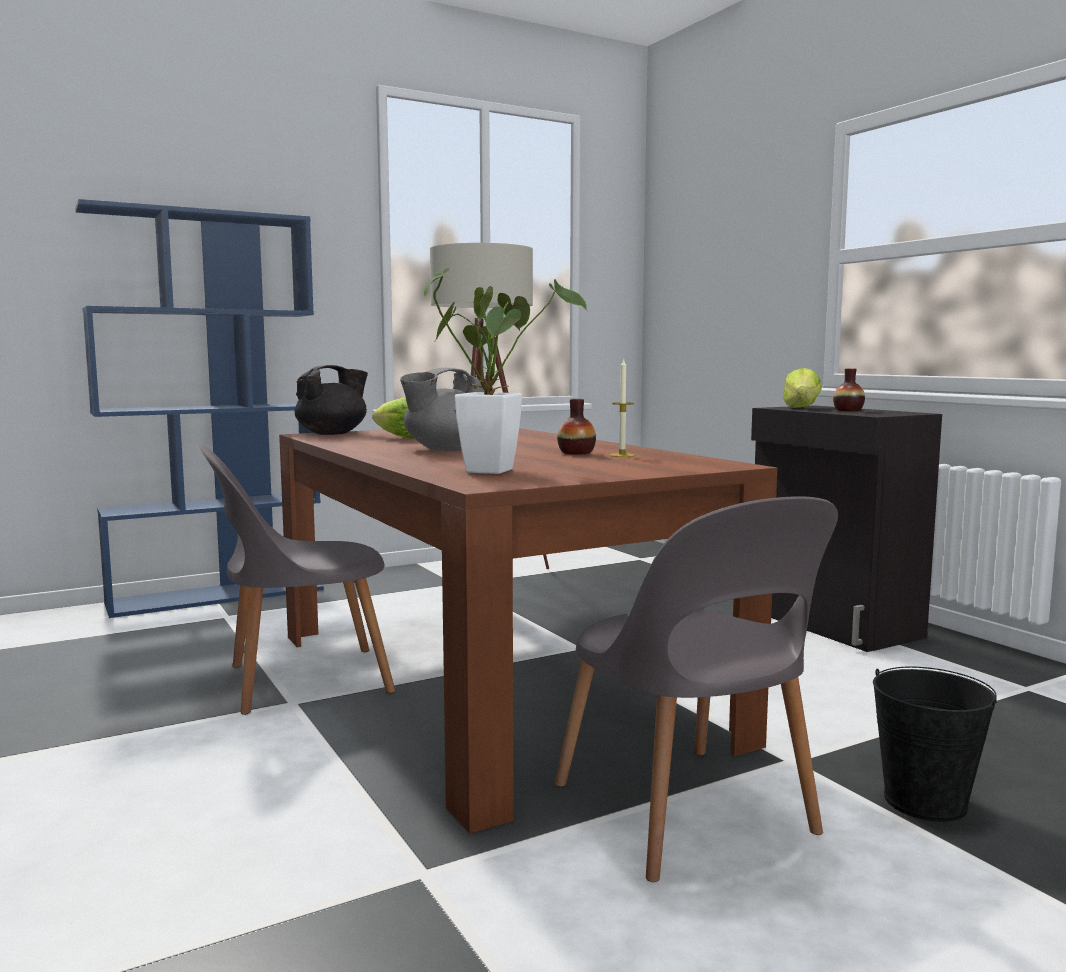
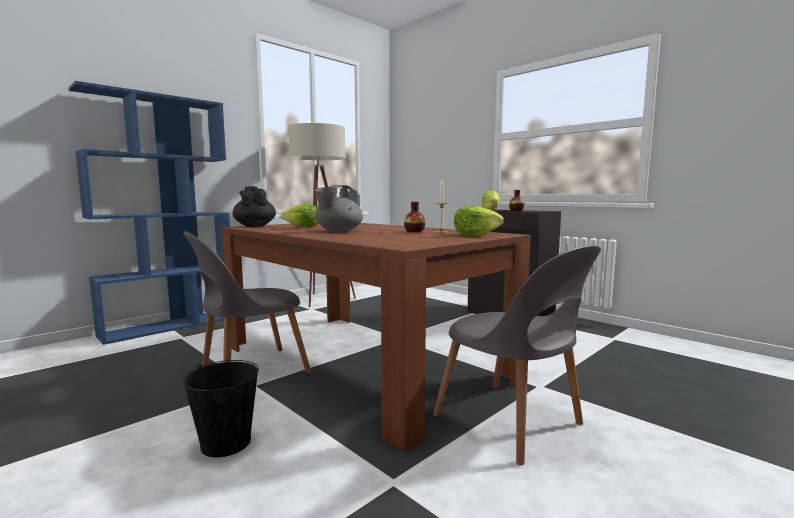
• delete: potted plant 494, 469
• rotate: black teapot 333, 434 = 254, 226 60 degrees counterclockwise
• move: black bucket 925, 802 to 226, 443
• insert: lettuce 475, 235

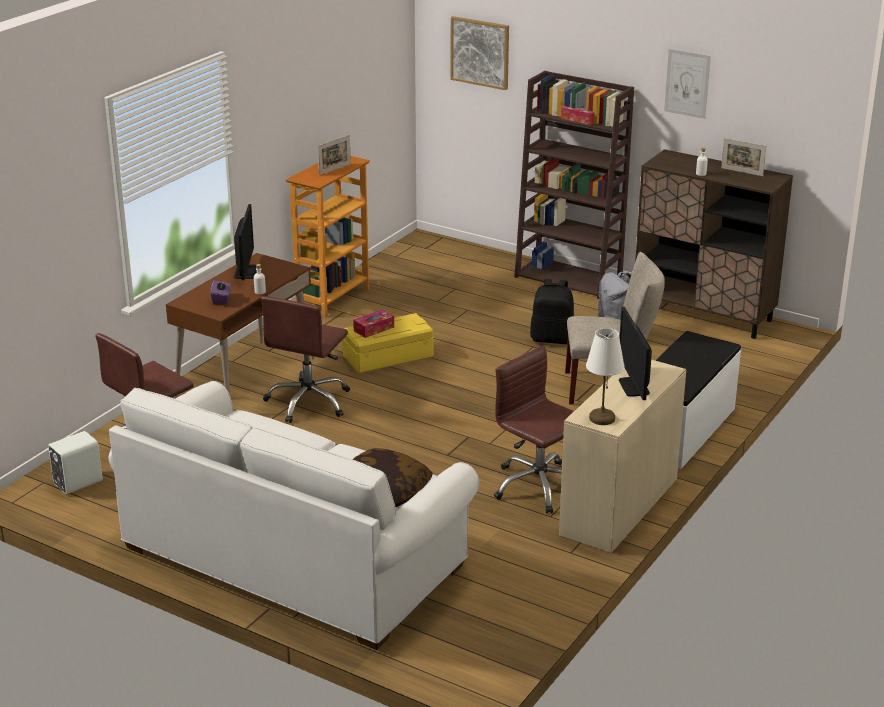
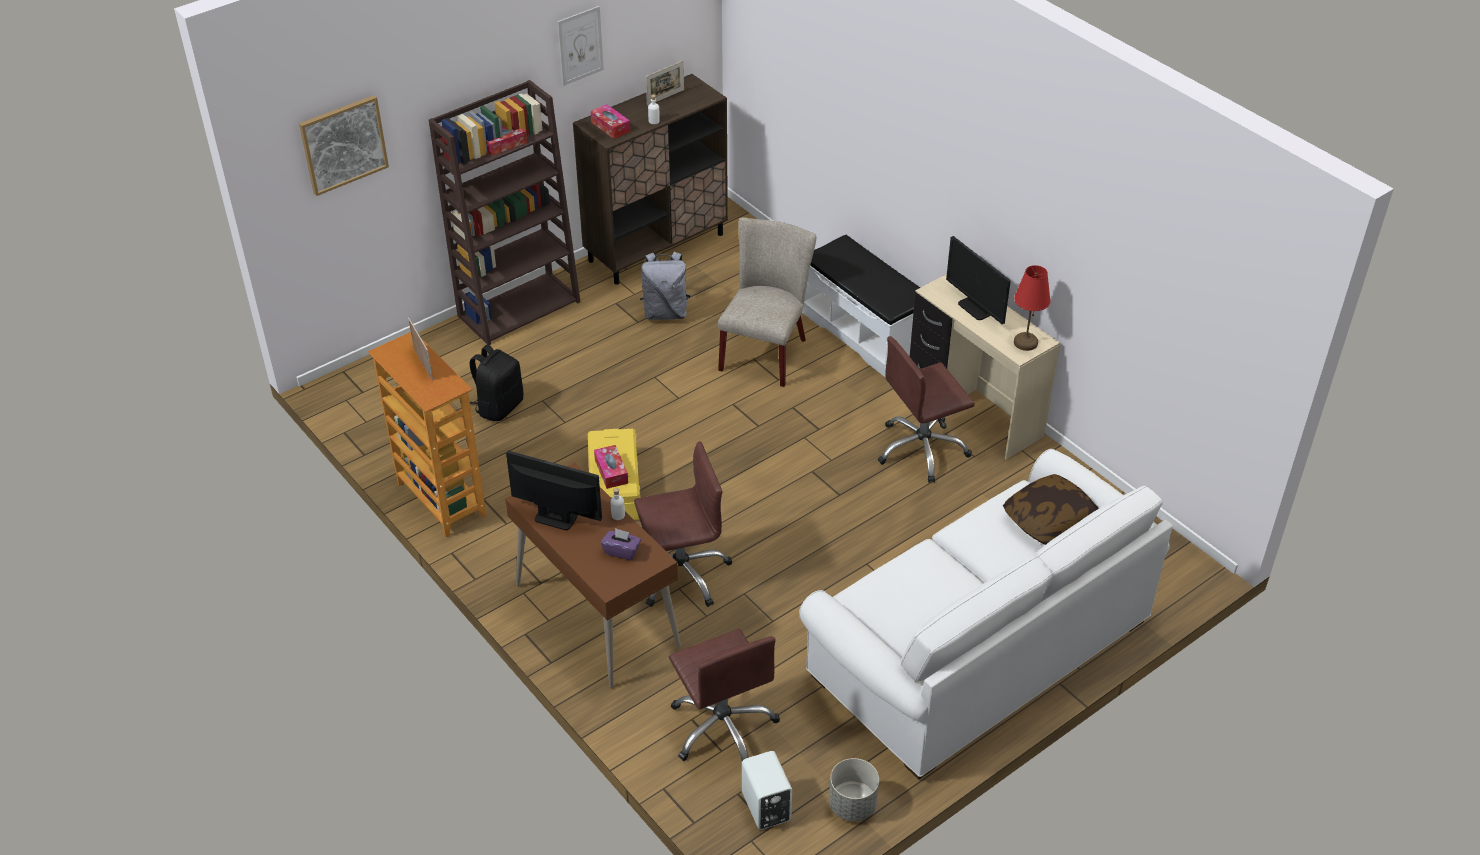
• move: black rucksack 552, 339 to 499, 406
• rotate: brown-coloured desk chair 309, 402 = 681, 573 60 degrees counterclockwise
• rotate: computer display 634, 387 = 976, 308 45 degrees clockwise
• recolor: white-coloured lamp for a table 601, 418 to red lamp for a table 1025, 343
• insert: tissue holder 610, 127
• insert: greyish planter 852, 805

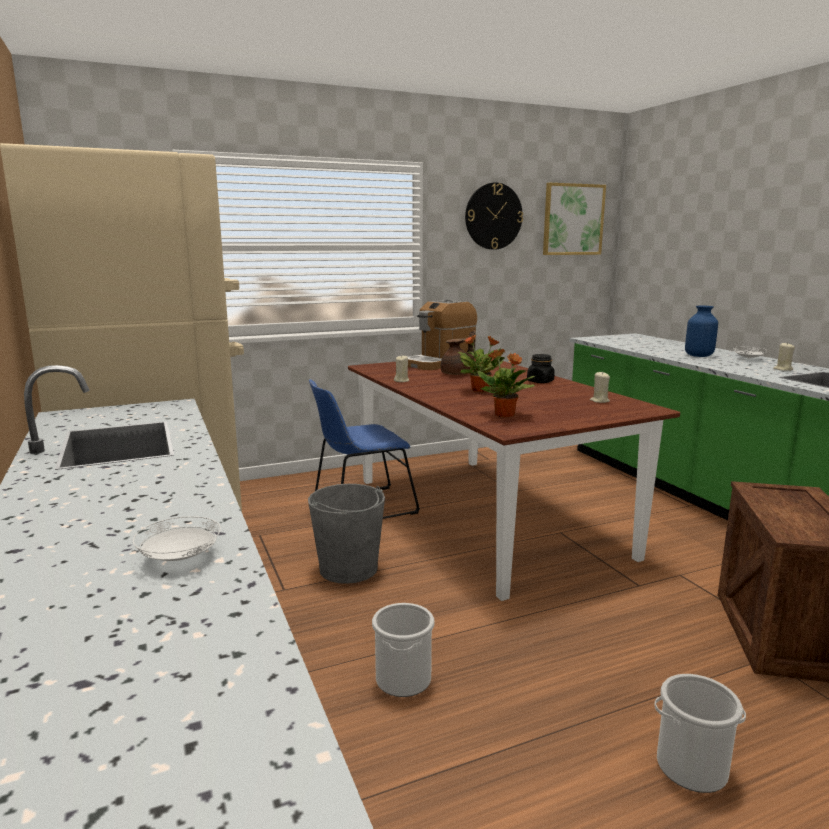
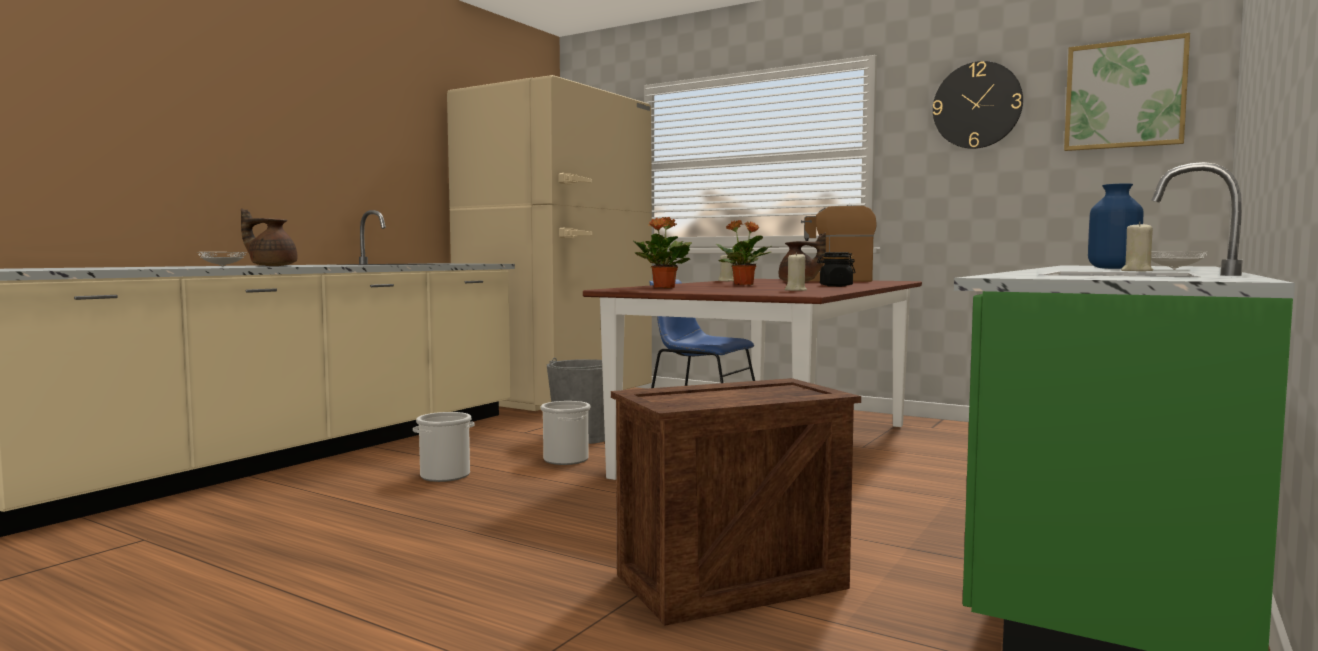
• move: bucket 692, 767 to 566, 459
• insert: brown-coloured teapot 272, 266

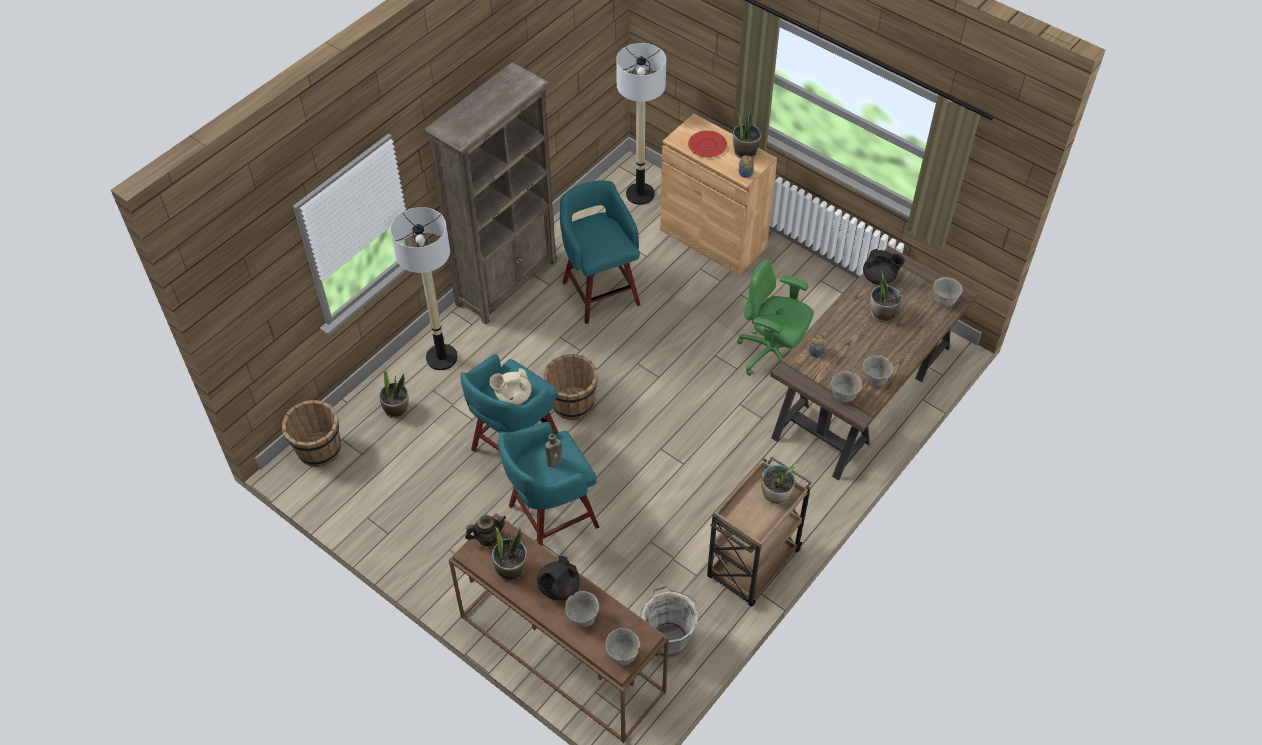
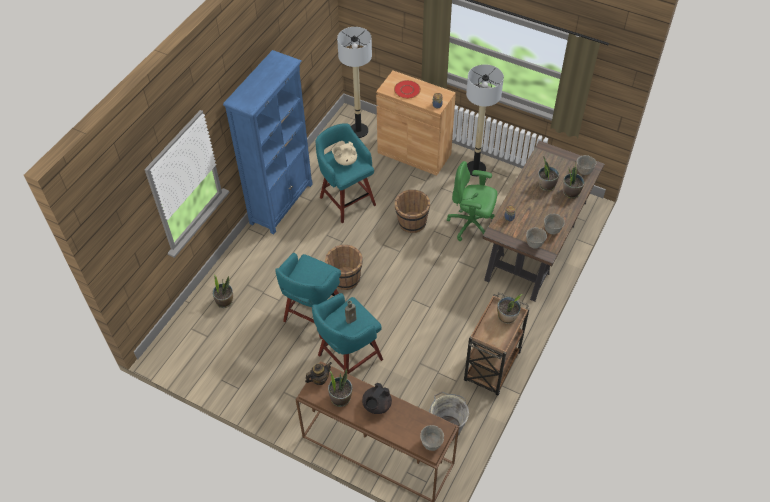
• recolor: brown-coloured bookshelf 507, 282 to blue-coloured bookshelf 282, 203
• move: potted plant 745, 152 to 571, 192
• move: standard lamp 441, 357 to 475, 169
• delete: black teapot 879, 277
• move: beige-coloured teapot 512, 396 to 345, 161
• move: brown-coloured bucket 318, 450 to 411, 222
• delete: greyish serving bowl 582, 617

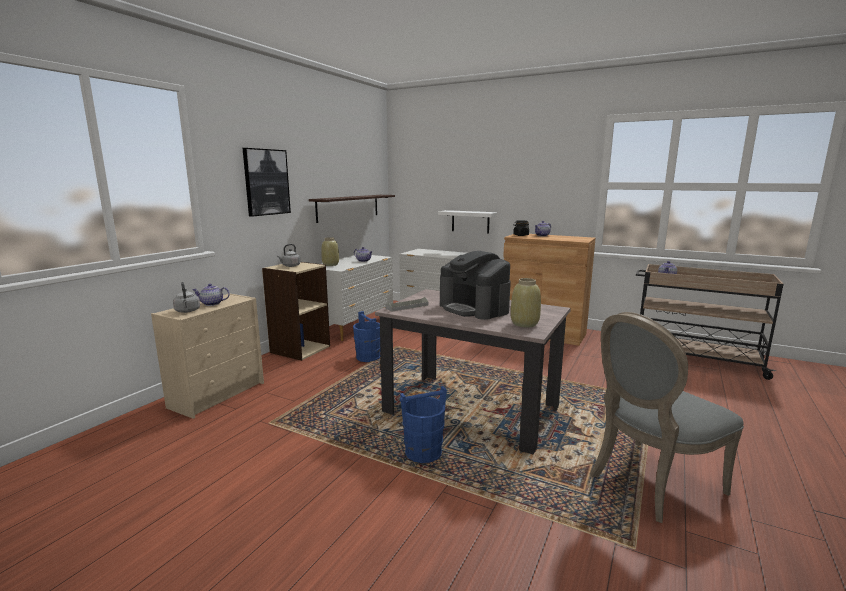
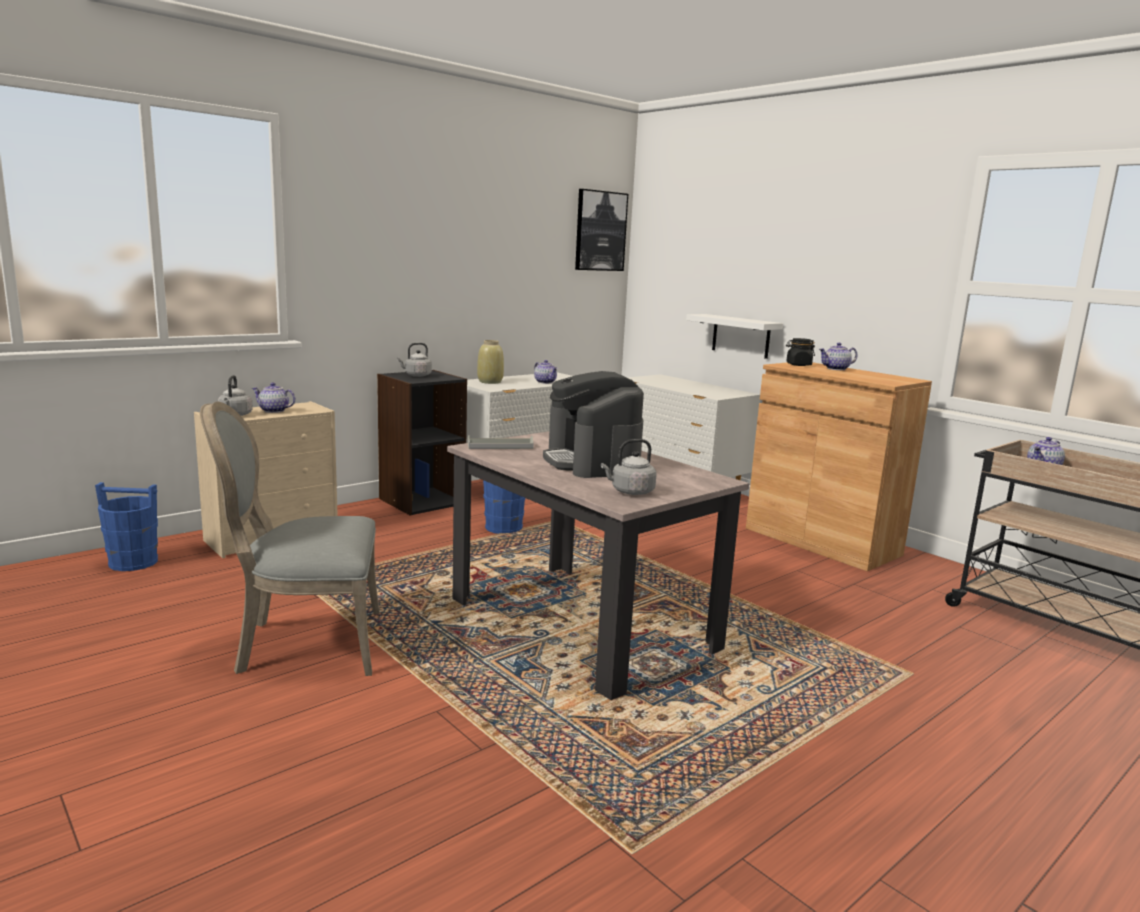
• move: picture 266, 182 to 600, 231
• delete: bracket shelf 348, 207
• recolor: beige-coloured bookshelf 300, 349 to black bookshelf 421, 501
• replace: beige-coloured vase 524, 324 to greyish tea kettle 630, 492
• move: greyish chair 649, 483 to 305, 644
• move: blue-coloured bucket 424, 453 to 134, 562

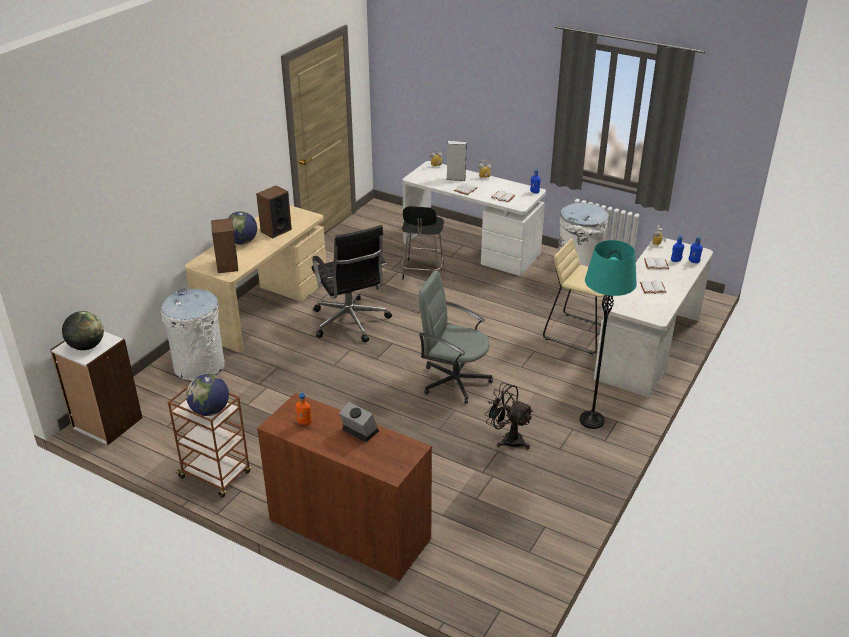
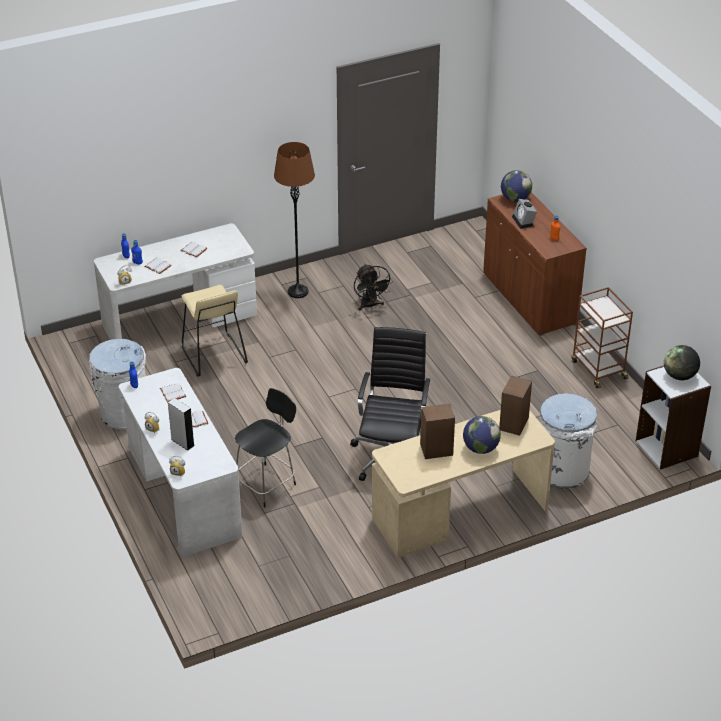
• recolor: blue-green standard lamp 591, 420 to brown-coloured standard lamp 298, 292
• delete: greyish desk chair 454, 380
• move: desk globe 210, 411 to 515, 199

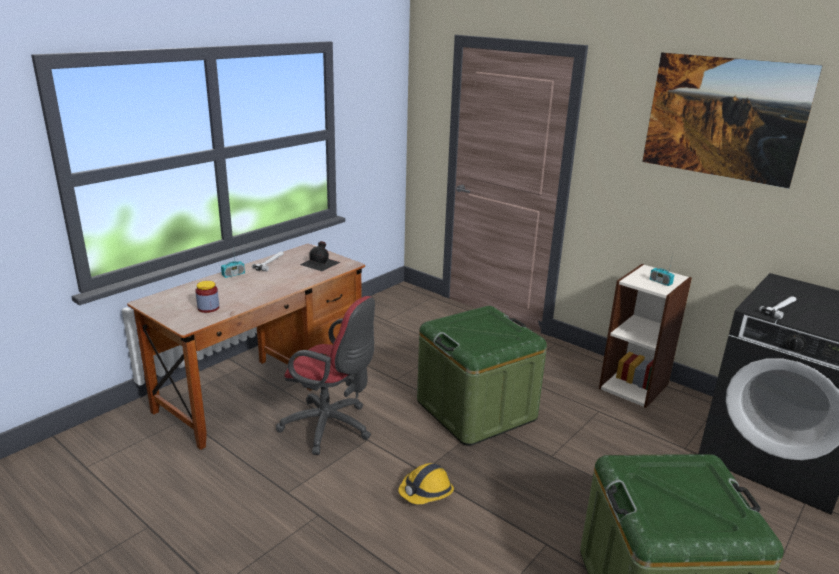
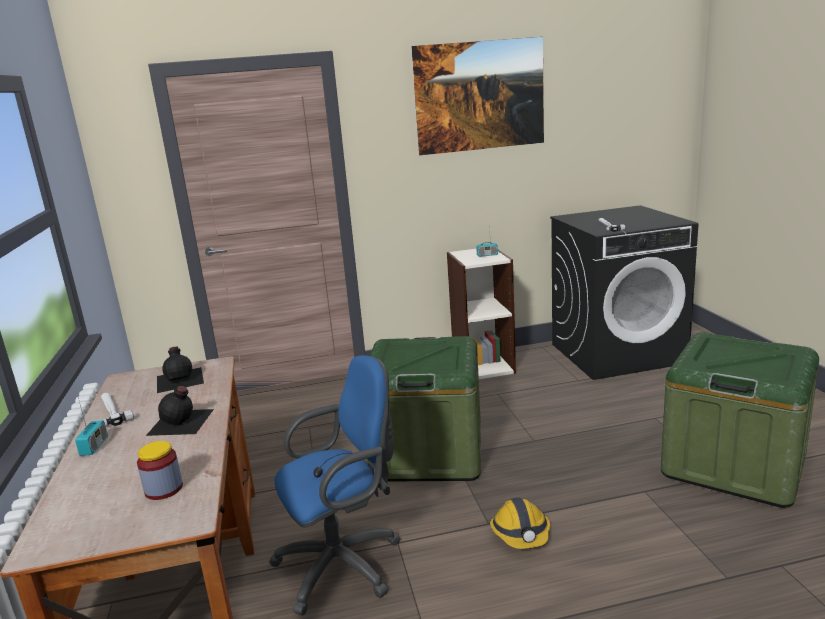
• recolor: red desk chair 331, 428 to blue-coloured desk chair 345, 563
• insert: black bottle 181, 422

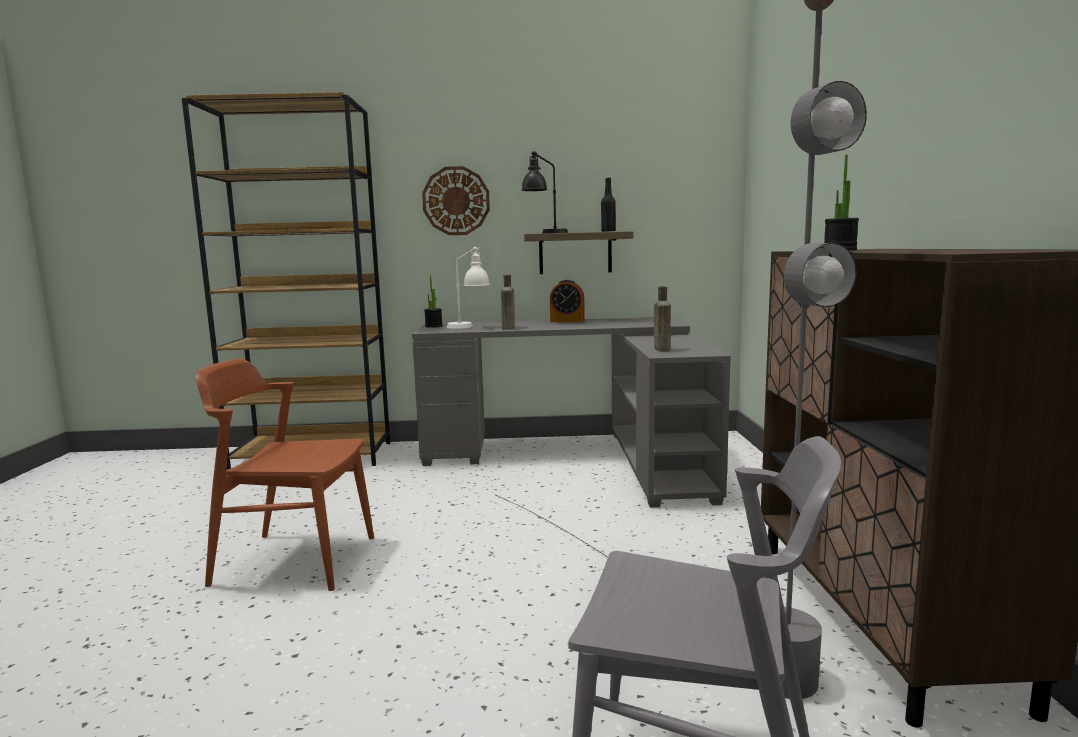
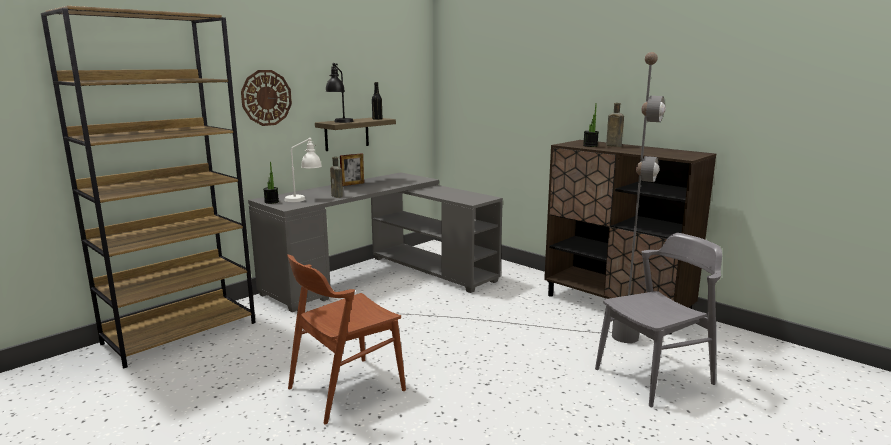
• replace: table clock 567, 321 to photo frame 352, 184
• move: brown-coloured bottle 661, 349 to 612, 145

